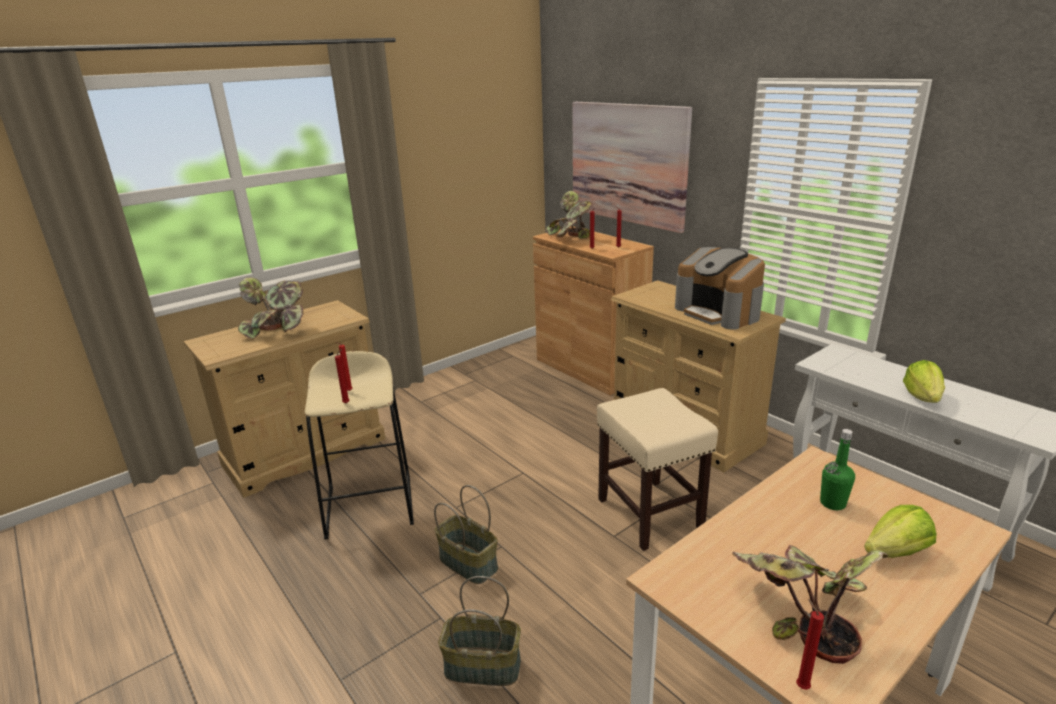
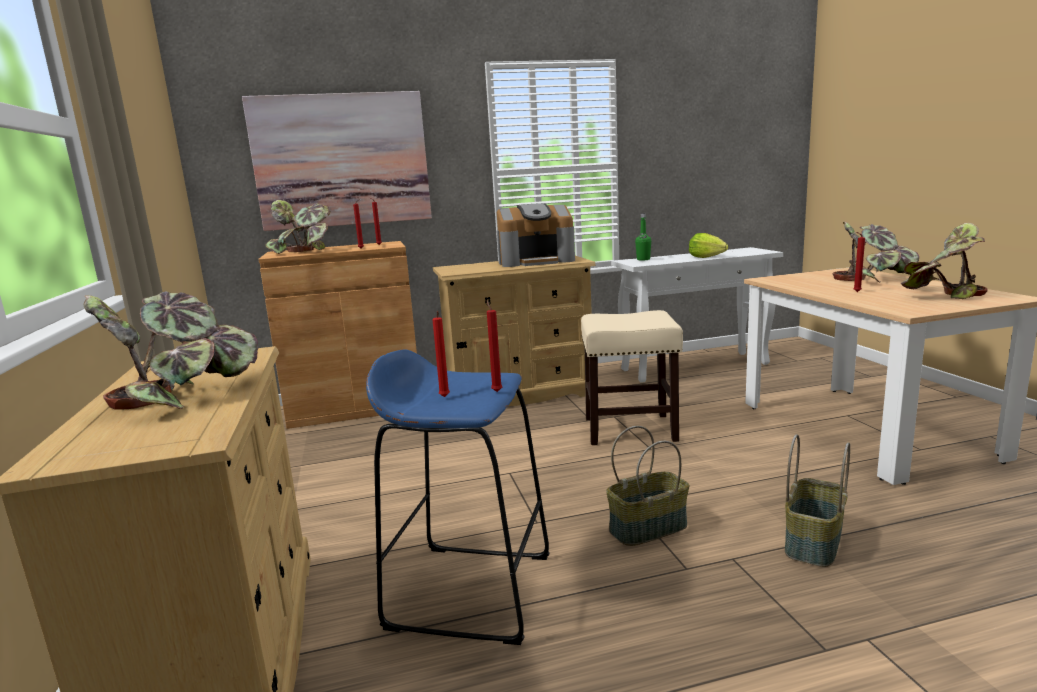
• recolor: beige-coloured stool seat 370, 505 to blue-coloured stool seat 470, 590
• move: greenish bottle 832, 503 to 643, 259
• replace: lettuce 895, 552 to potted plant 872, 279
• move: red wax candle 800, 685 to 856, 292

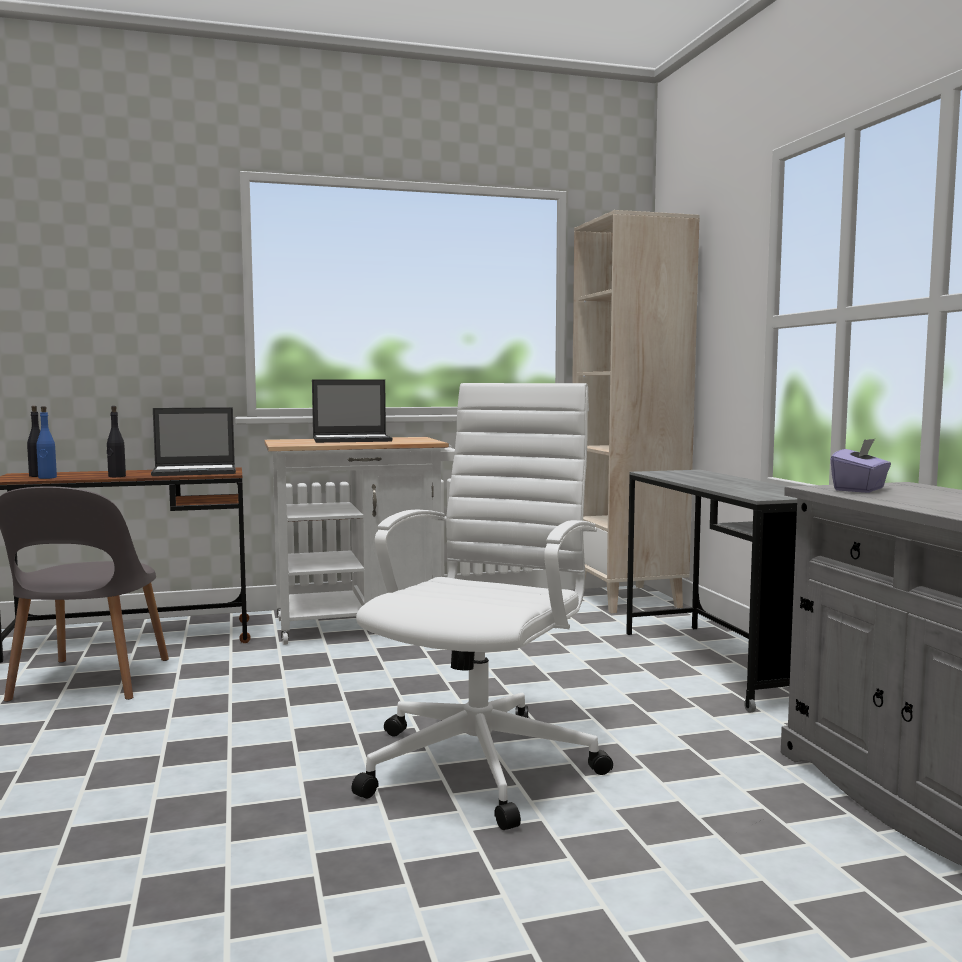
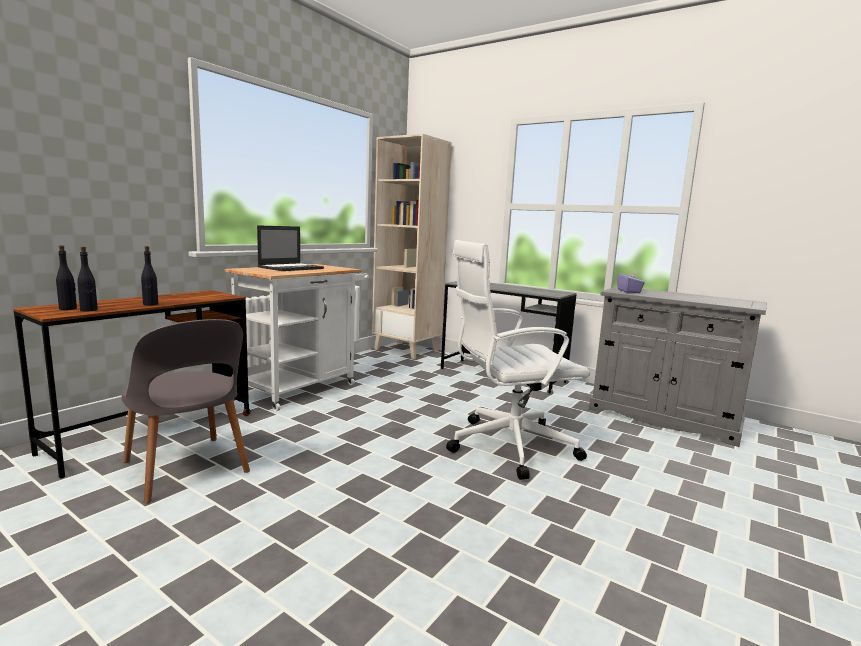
• rotate: white-coloured desk chair 483, 762 = 507, 446 90 degrees counterclockwise
• recolor: blue-coloured bottle 47, 478 to black bottle 89, 310
• delete: laptop 196, 471

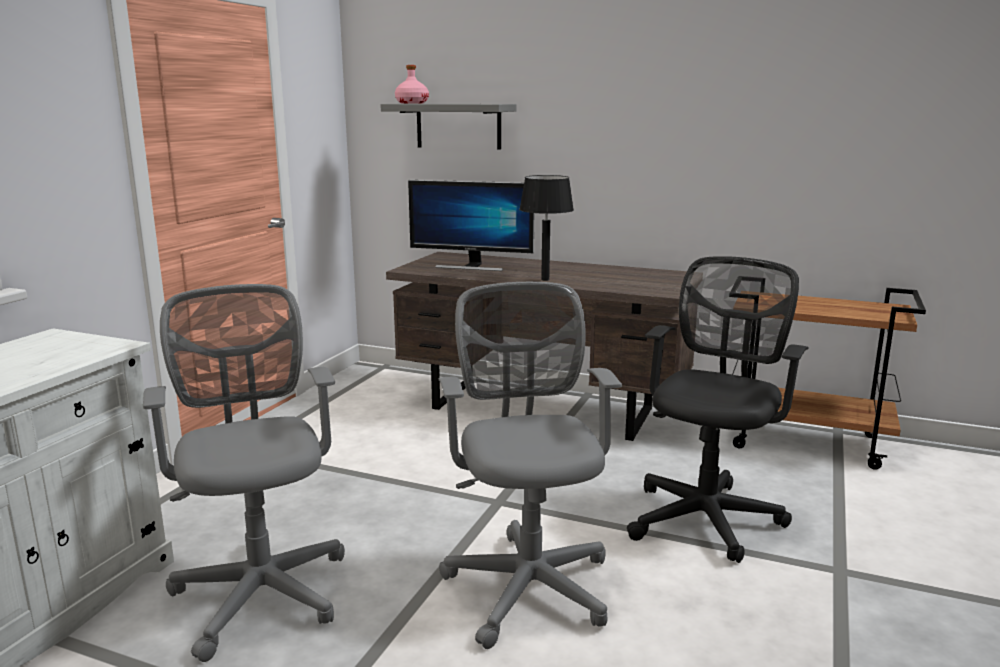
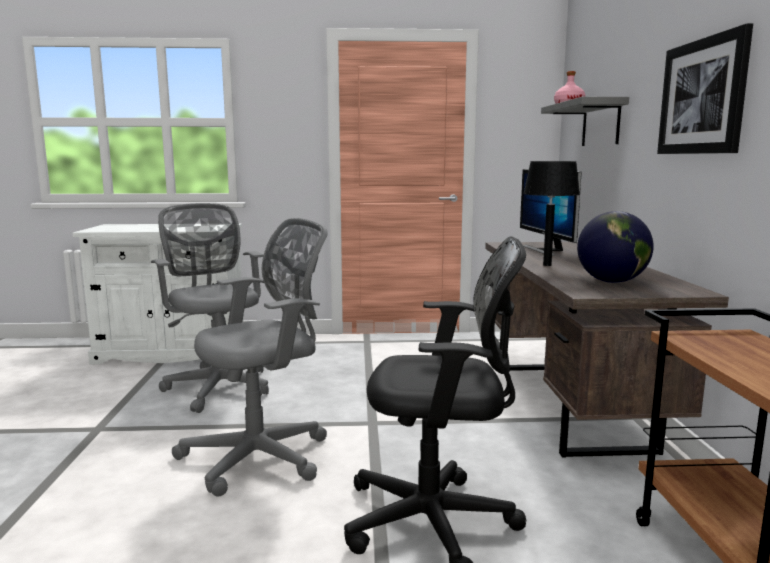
• rotate: greyish desk chair 261, 588 = 218, 385 75 degrees counterclockwise
• insert: picture 702, 97
• insert: desk globe 611, 282

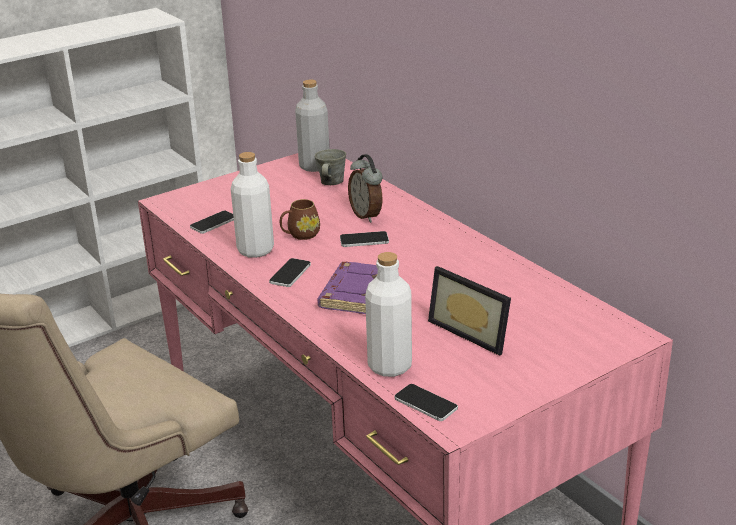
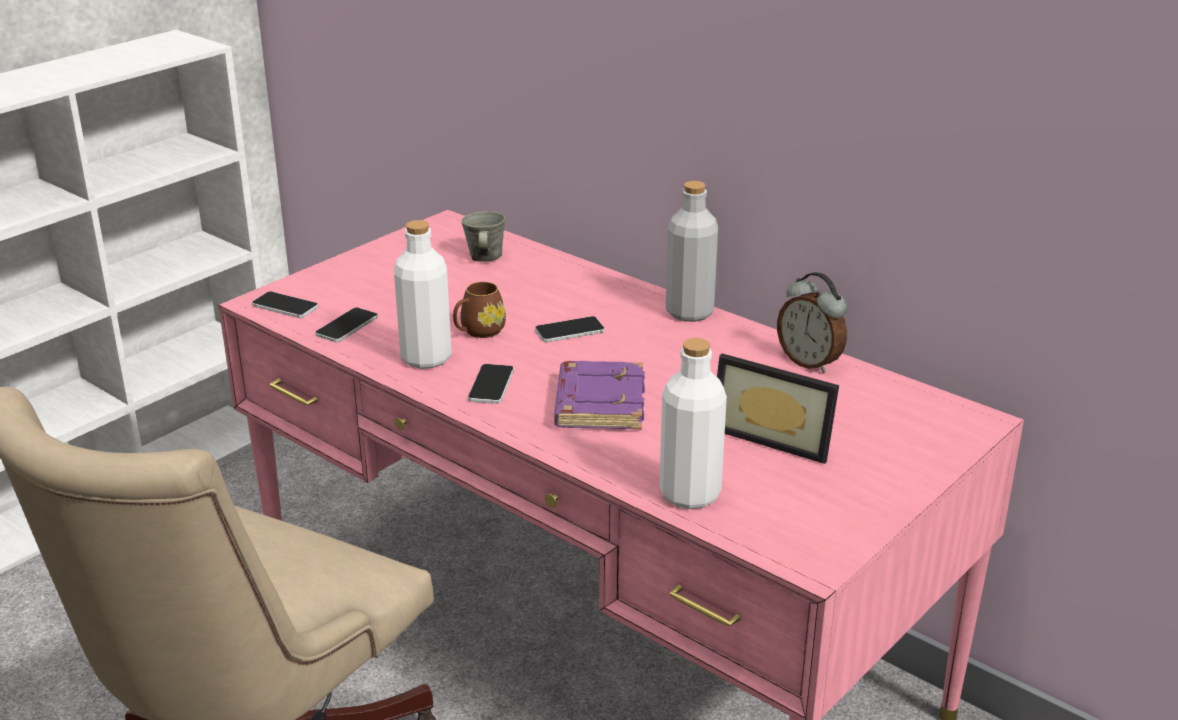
• move: greyish bottle 314, 166 to 689, 312
• move: table clock 367, 215 to 810, 362
• move: handset 425, 403 to 285, 306

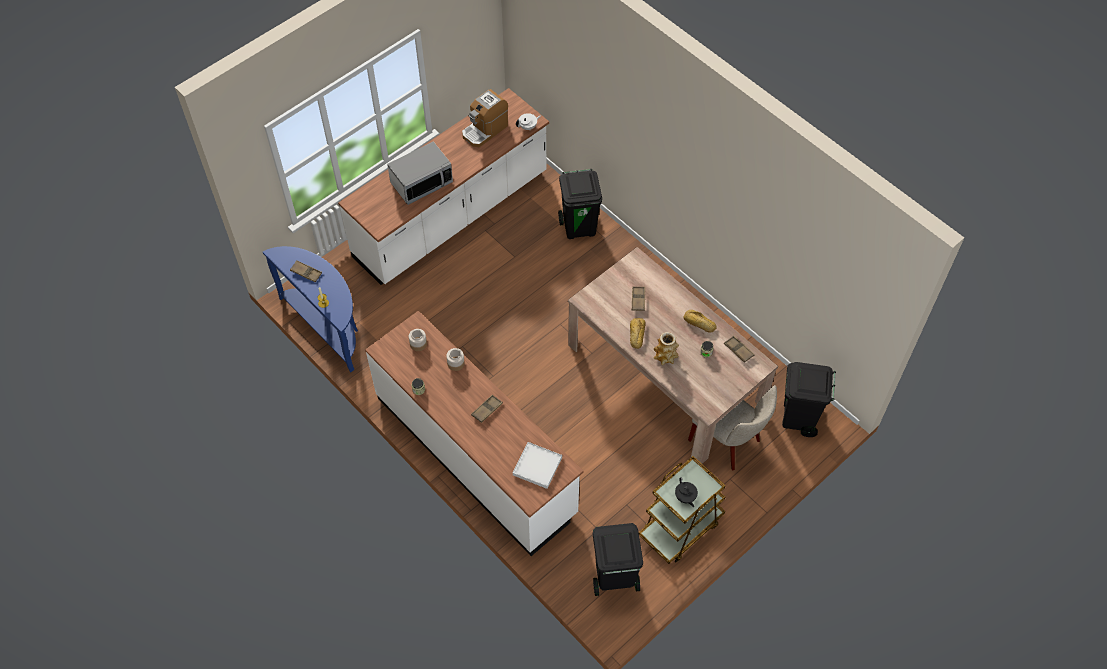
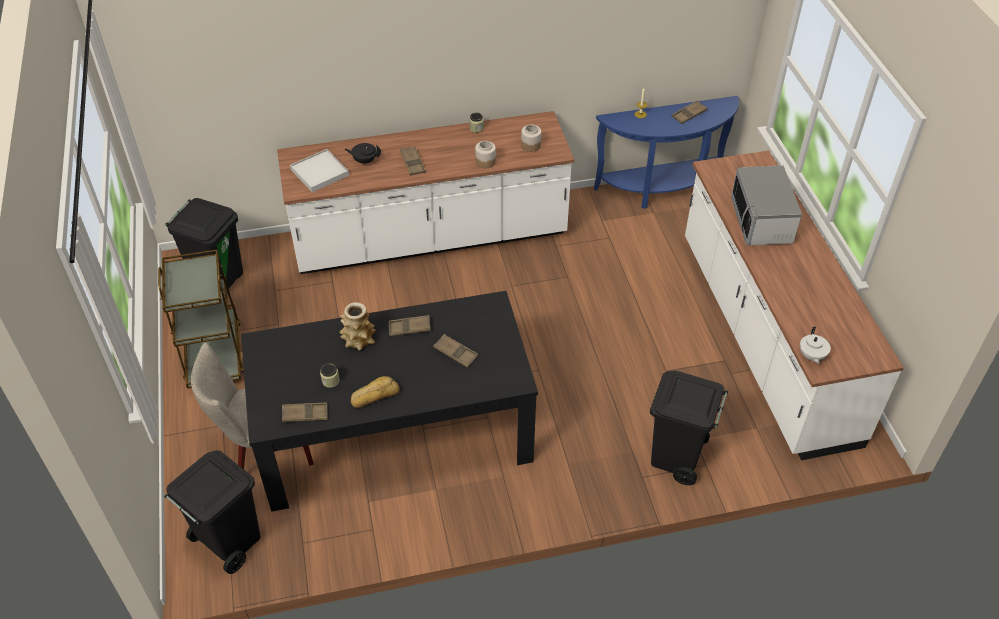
• delete: coffee maker 485, 130
• recolor: beige-coloured dinner table 664, 376 to black dinner table 394, 433
• replace: bread 636, 334 to brown-coloured carrying tray 409, 328
• move: black teapot 685, 497 to 364, 161

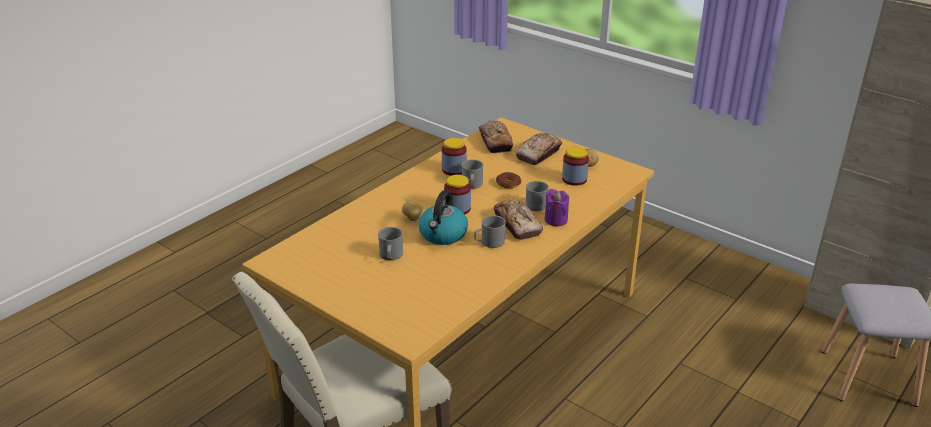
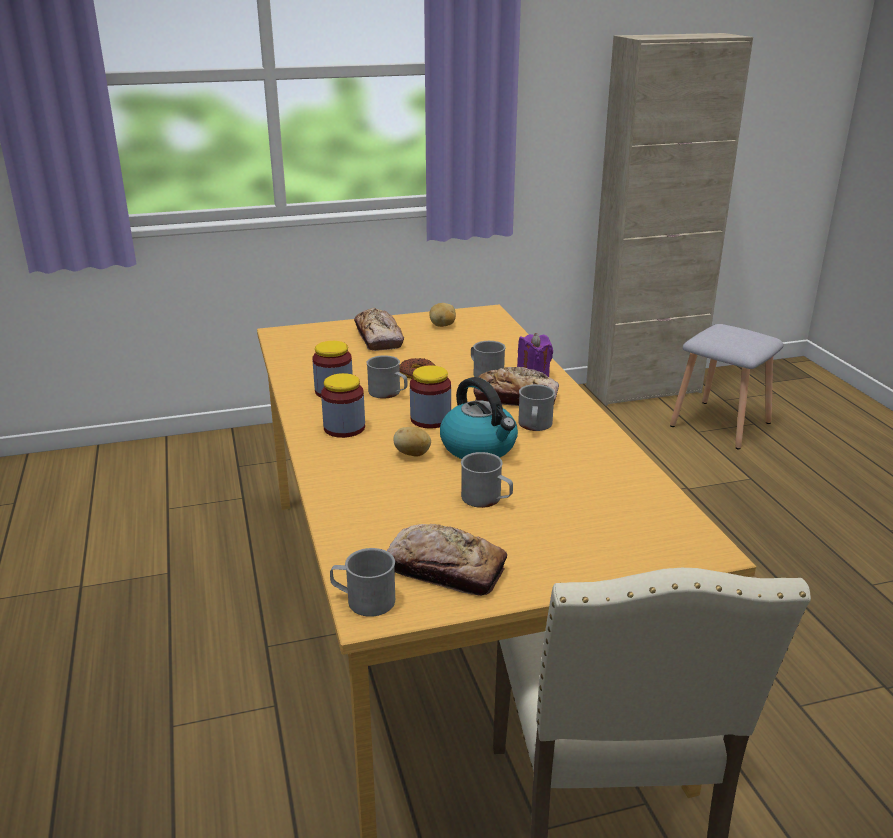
• move: bread 495, 142 to 445, 570
• move: jar 574, 179 to 344, 428
• insert: greyish coffee mug 363, 600

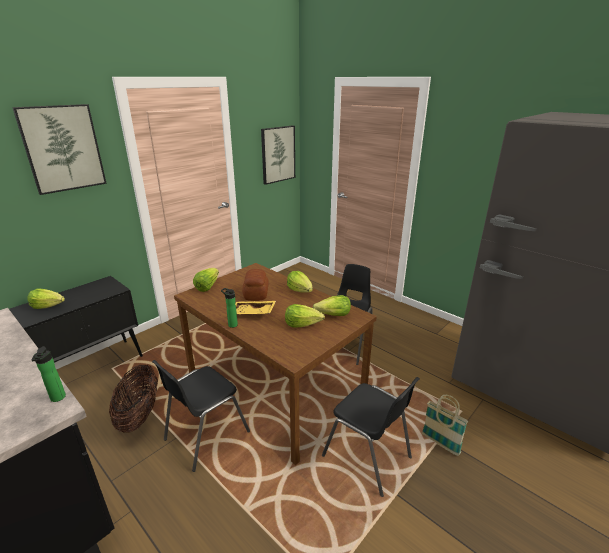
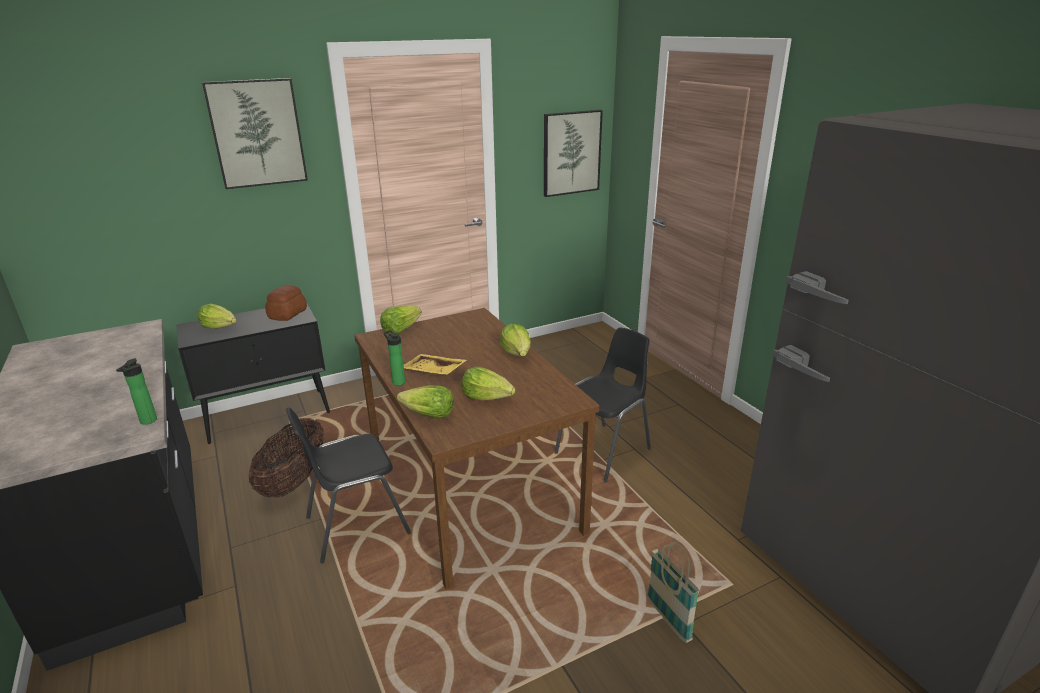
• move: bread 256, 293 to 288, 314
• move: lettuce 333, 315 to 428, 415
• delete: black chair 367, 457

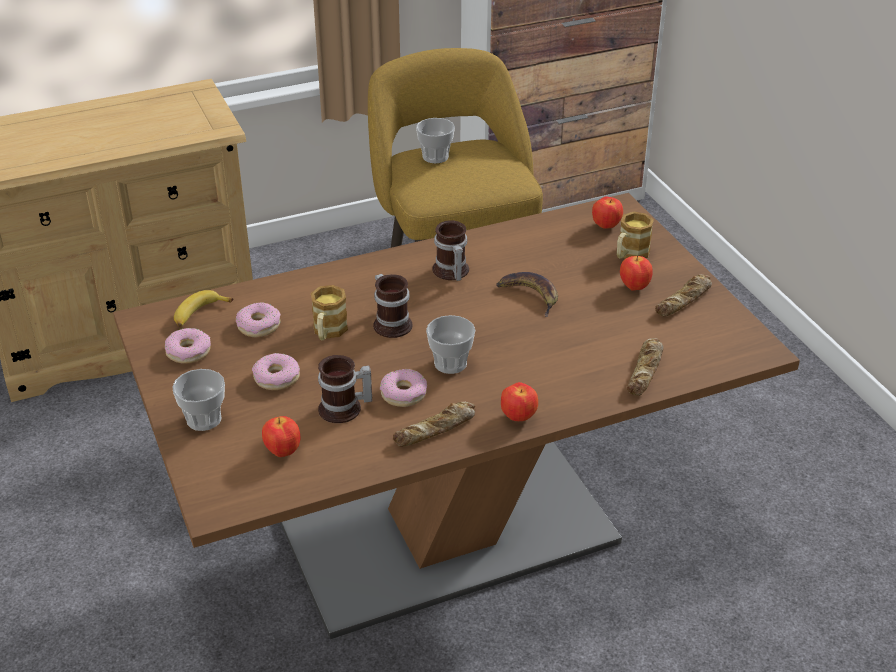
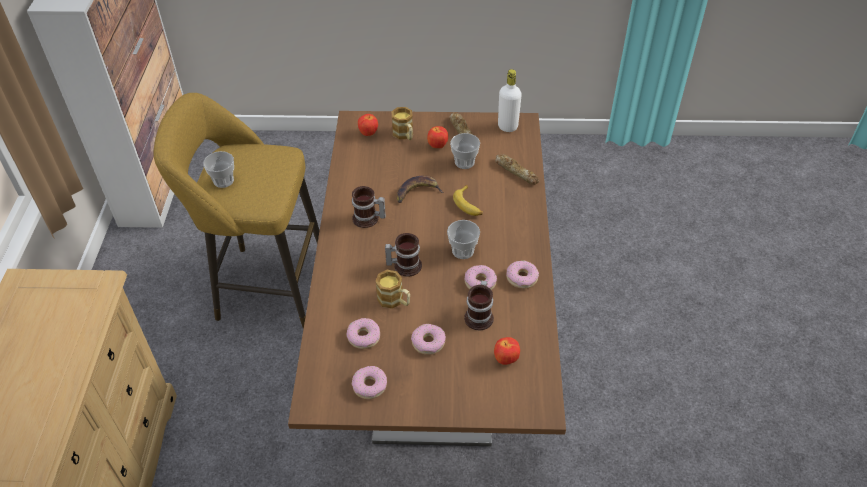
• move: banana fruit 199, 314 to 469, 205
• move: cup 204, 419 to 464, 162
• delete: apple 518, 417
• replace: bread 436, 429 to doughnut 522, 278
• insert: white-coloured bottle 507, 126

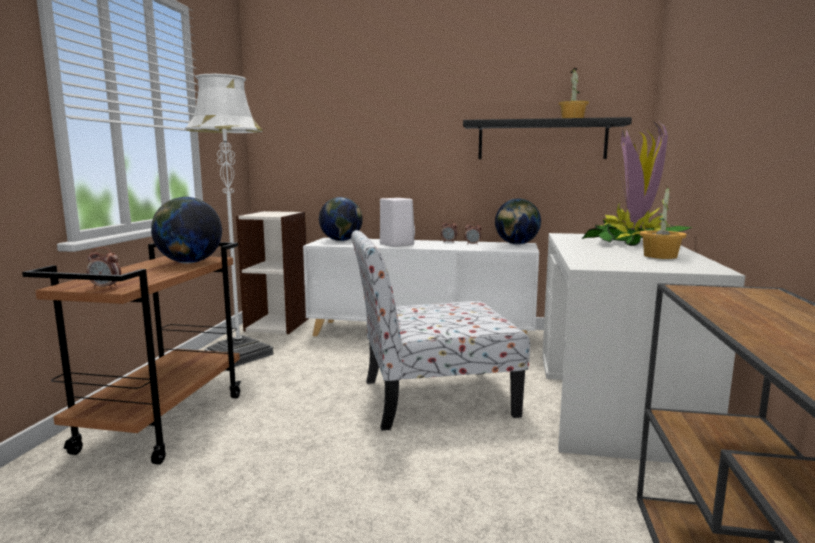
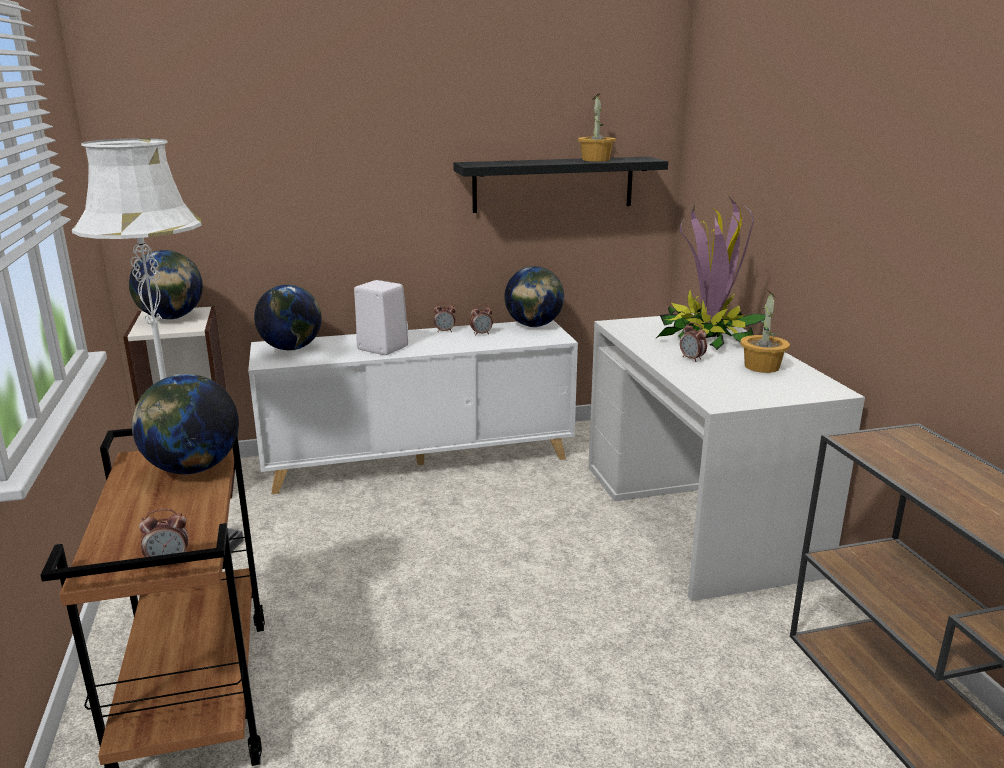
• delete: chair 433, 398
• insert: desk globe 171, 318
• insert: table clock 692, 359

